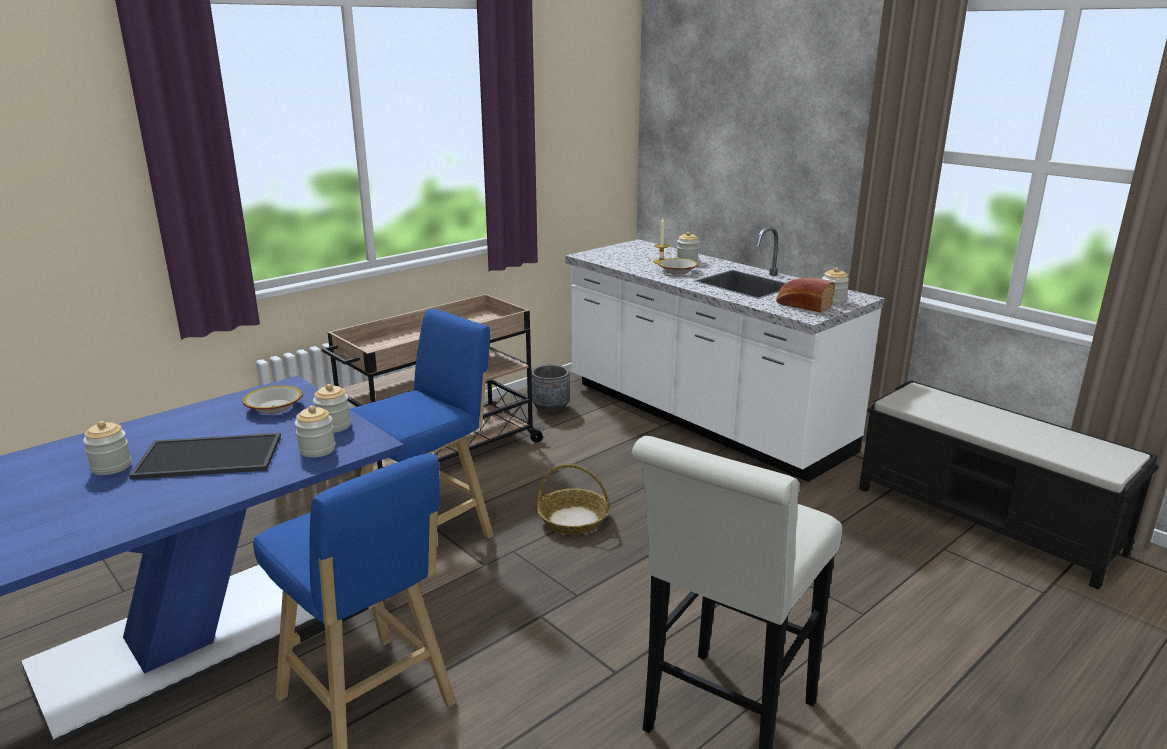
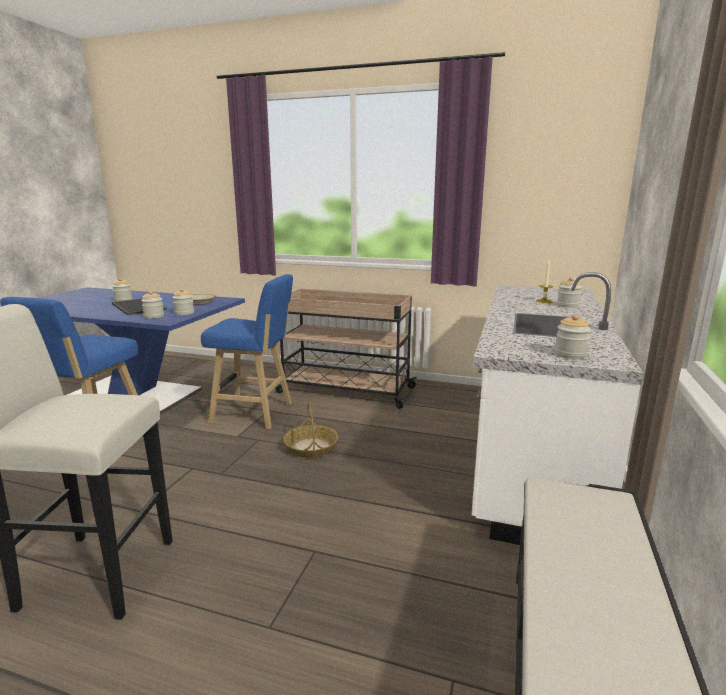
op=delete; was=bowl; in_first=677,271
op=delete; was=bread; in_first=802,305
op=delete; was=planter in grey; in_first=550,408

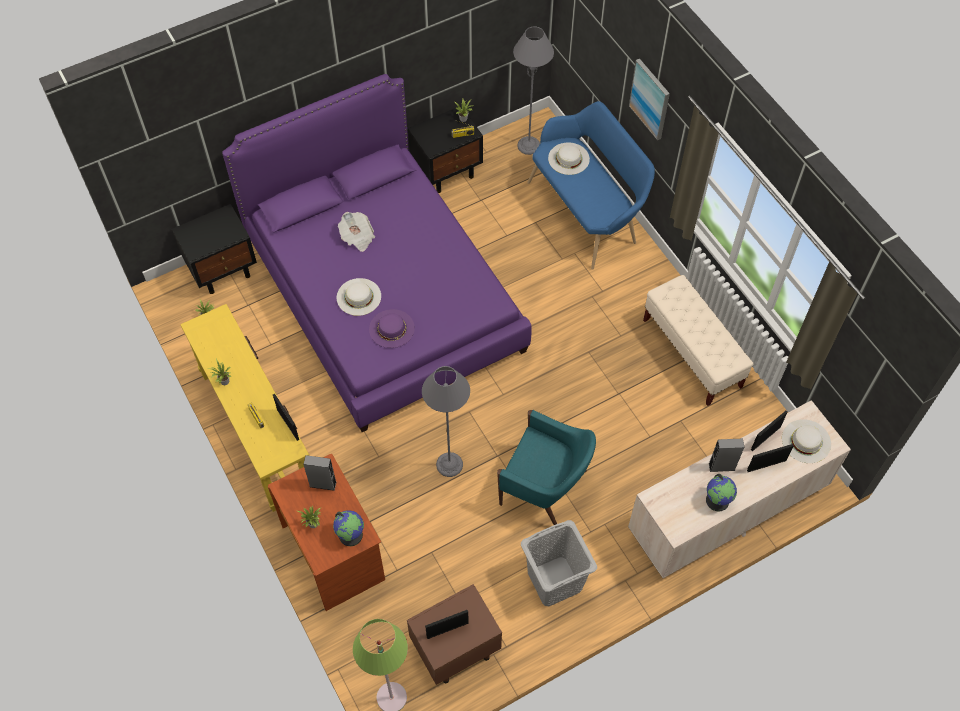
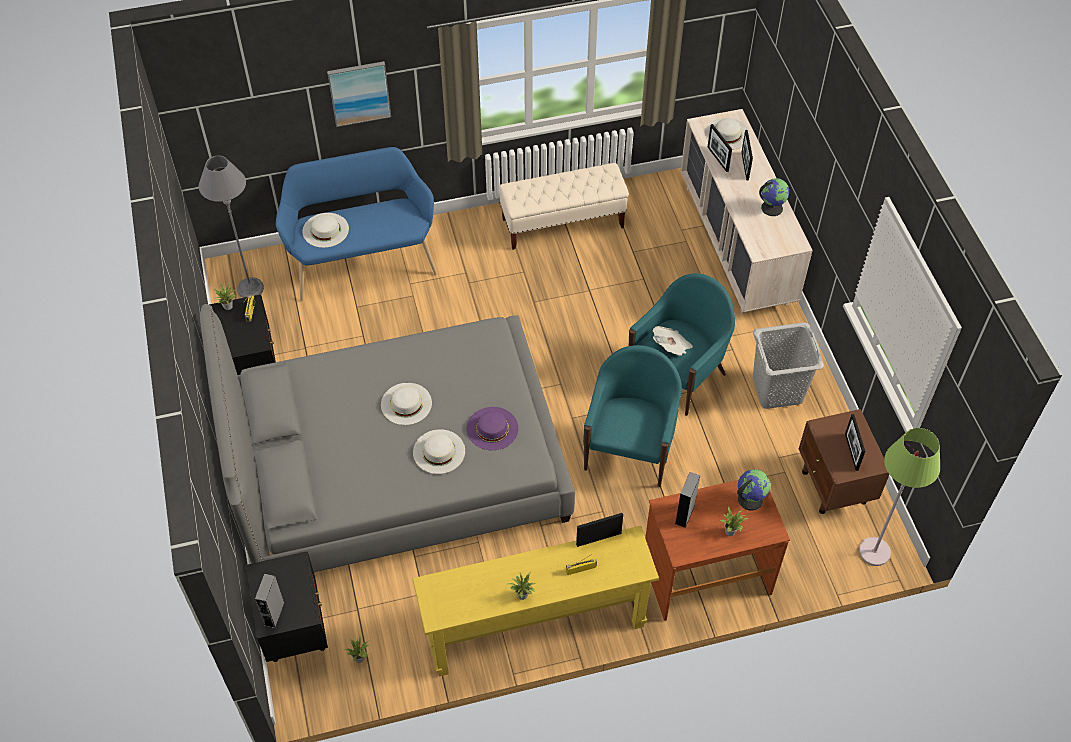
op=recolor; was=bed in purple; now=bed in grey; in_first=384,295; in_second=397,465
op=move; was=newspaper; in_first=357,237; in_second=671,347
op=replace; was=floor lamp in grey; now=armchair in turquoise; in_first=449,464; in_second=629,448
op=move; was=speaker in grey; in_first=721,466; in_second=274,614
op=insert; now=hat in white; in_second=406,403

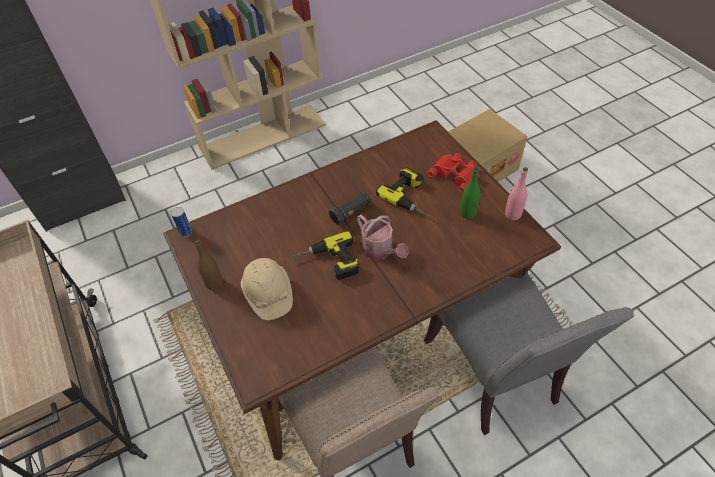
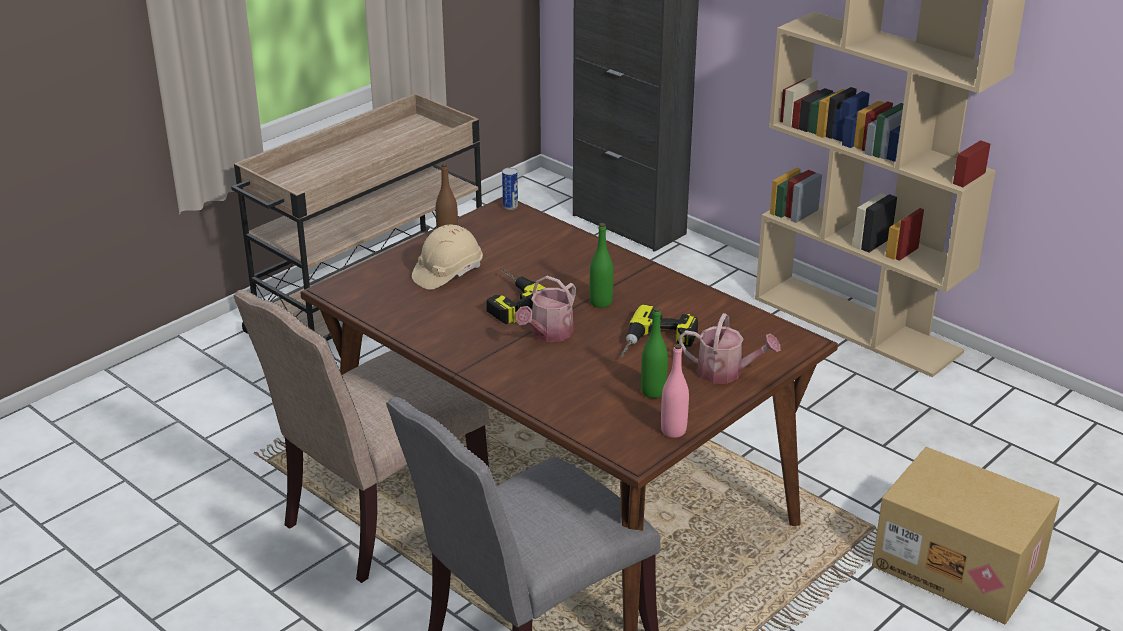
op=replace; was=binoculars in red; now=watering can; in_first=456,174; in_second=726,372
op=replace; was=flashlight in black; now=bottle in green; in_first=351,213; in_second=601,302

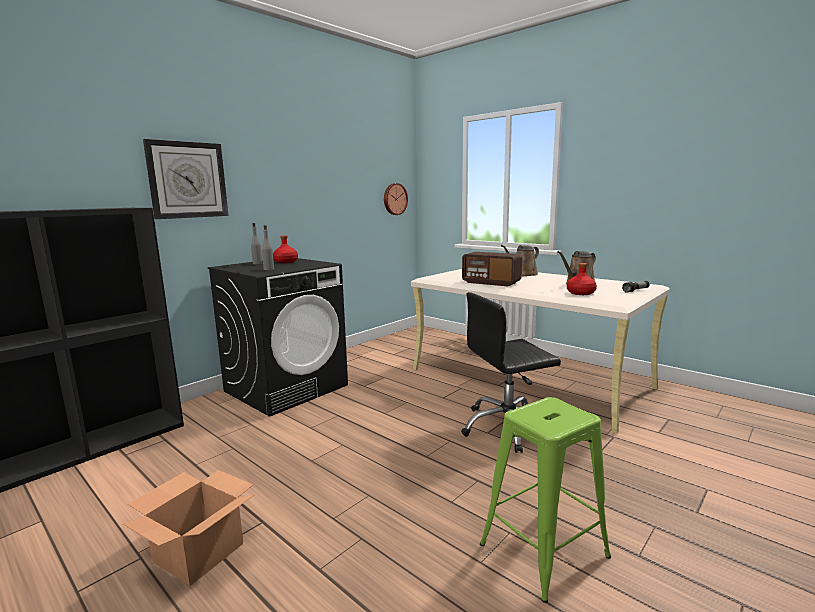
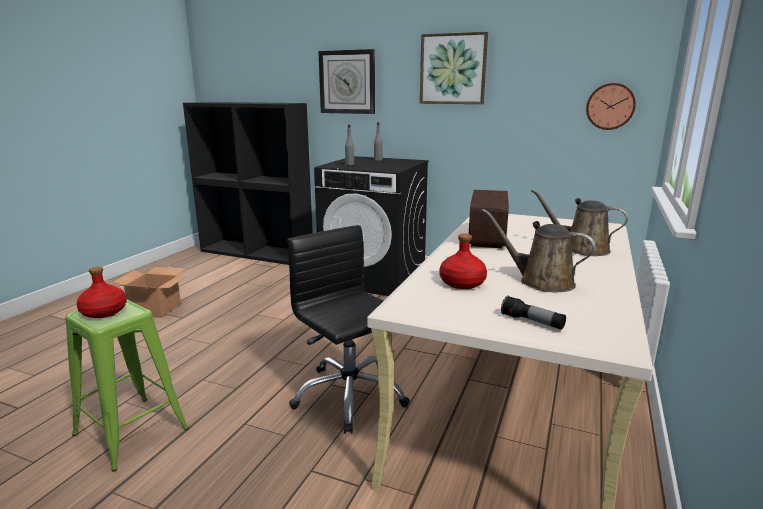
op=move; was=bottle in red; in_first=285,262; in_second=104,311
op=insert; now=picture; in_second=453,69

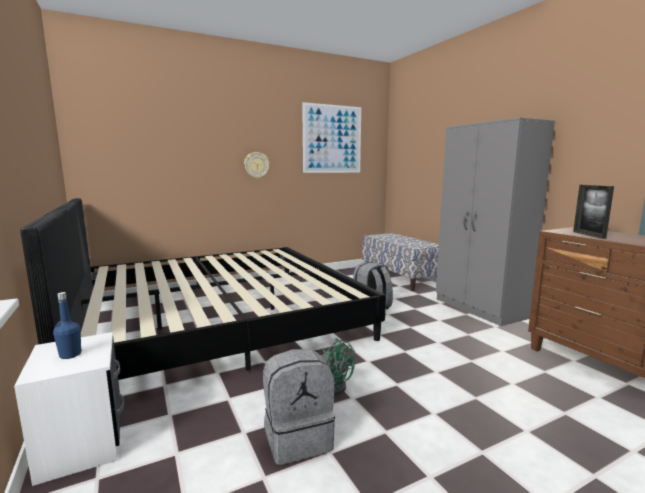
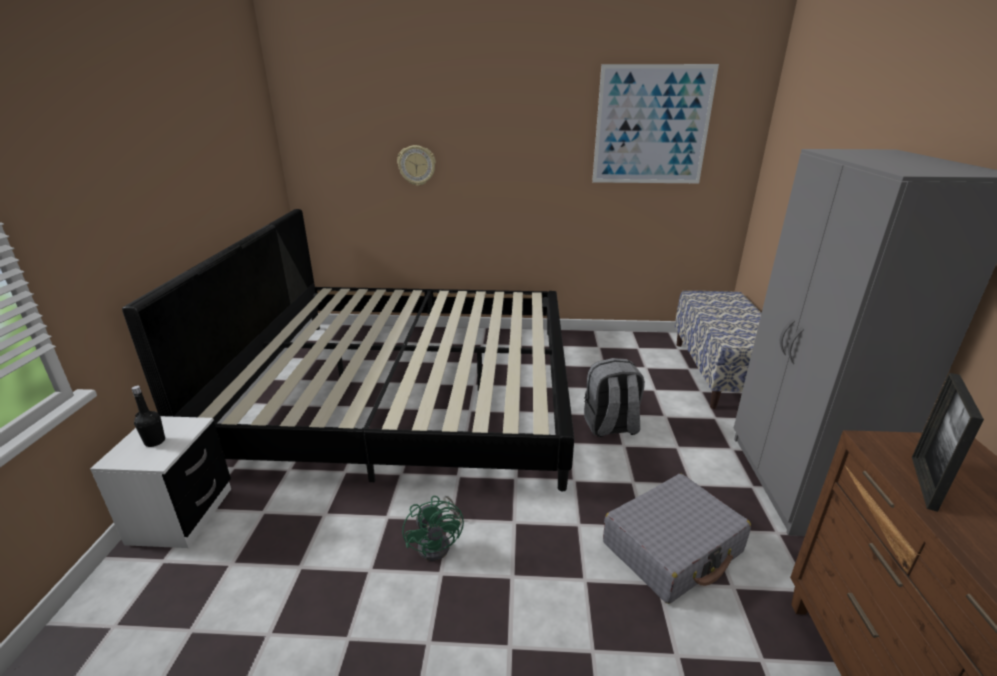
op=move; was=wall clock; in_first=256,165; in_second=417,165
op=recolor; was=bottle in blue; now=bottle in black; in_first=70,355; in_second=155,441
op=delete; was=backpack in grey; in_first=298,438
op=insert; now=suitcase in grey; in_second=672,548

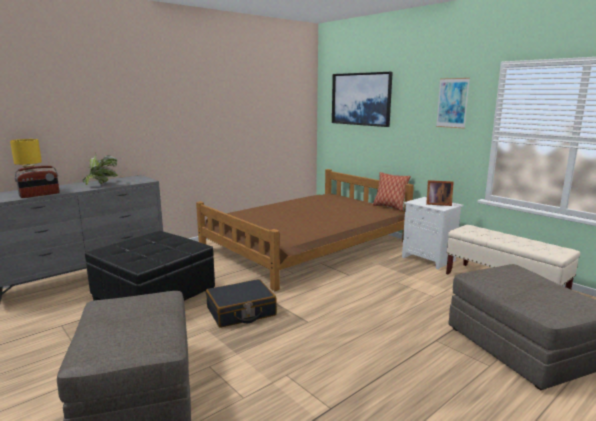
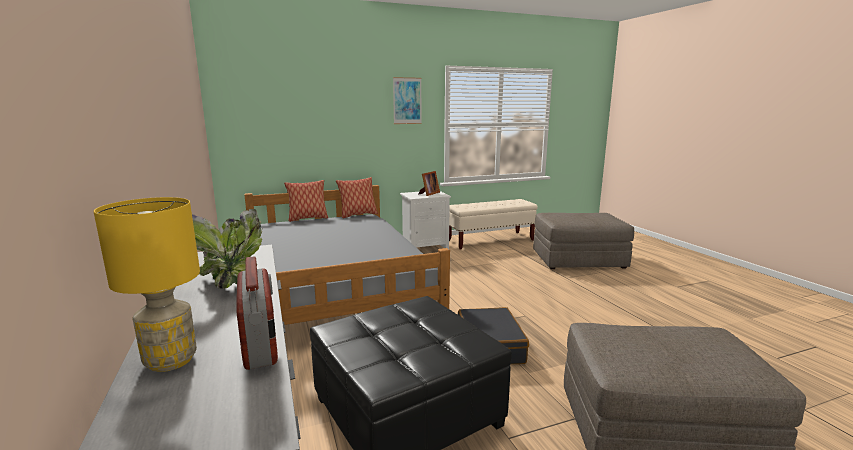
op=delete; was=picture; in_first=361,99
op=recolor; was=bed in brown; now=bed in grey; in_first=306,246; in_second=334,284
op=insert; now=pillow; in_second=307,218

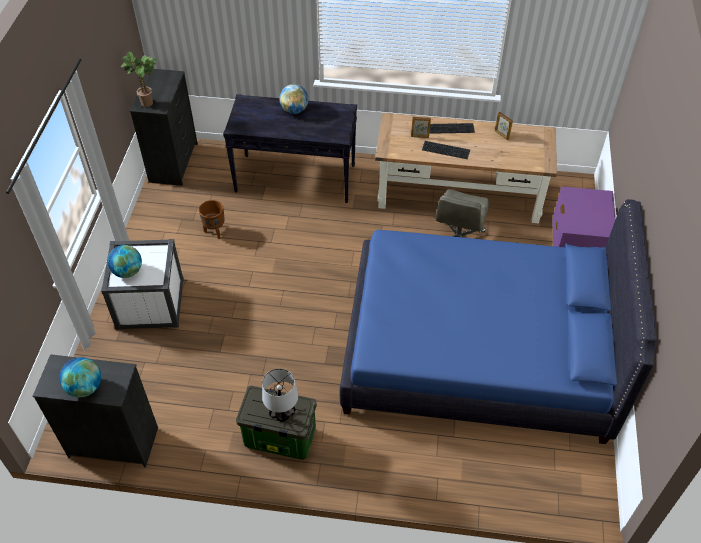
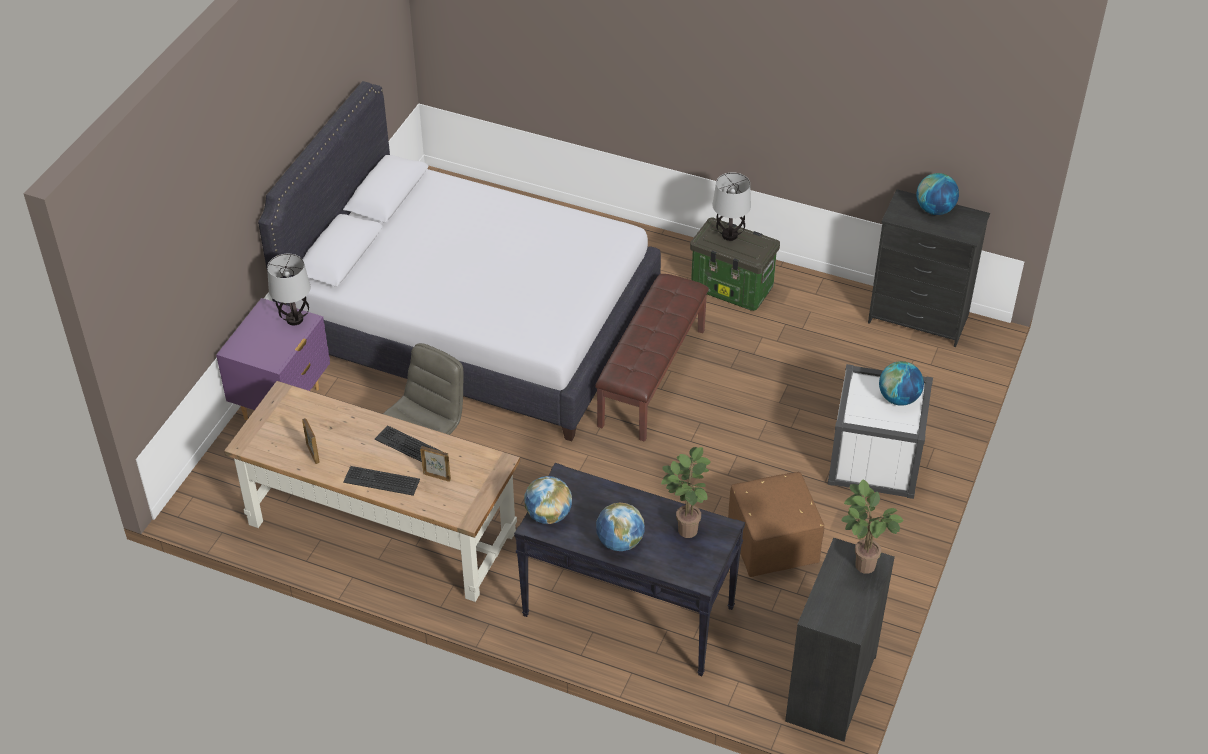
op=recolor; was=bed in blue; now=bed in white; in_first=478,351; in_second=473,325
op=replace; was=planter in brown; now=ottoman in brown; in_first=215,231; in_second=774,545
op=insert; now=table lamp; in_second=295,319
op=insert; now=bench in brown; in_second=651,377
op=insert; now=potted plant; in_second=685,528
op=insert; now=globe; in_second=548,515

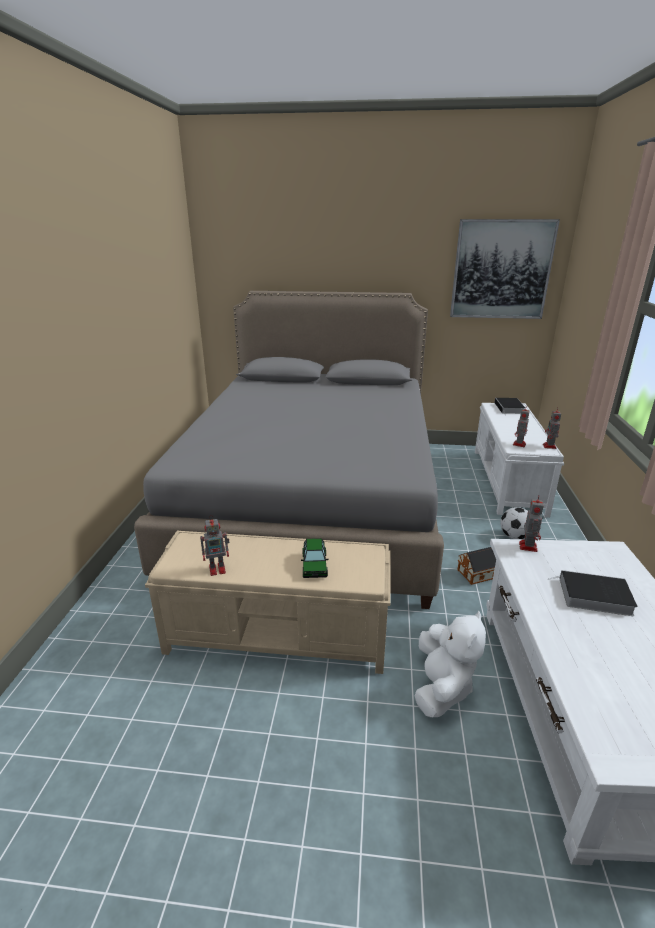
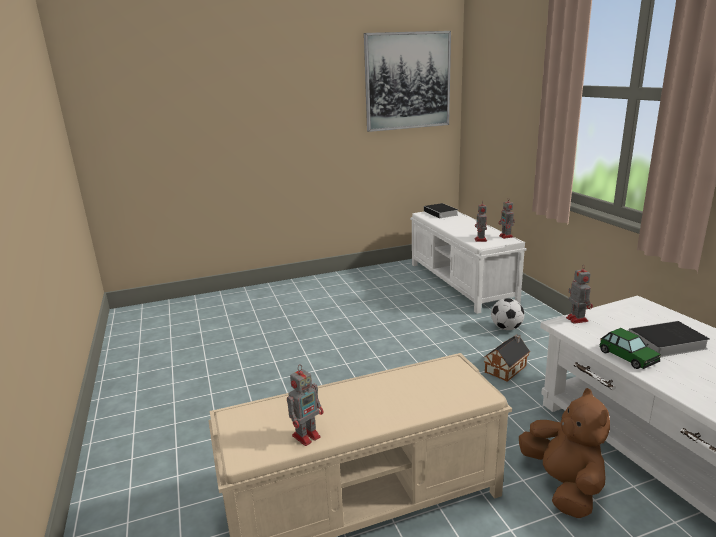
op=delete; was=bed in grey; in_first=313,500
op=move; was=toy car; in_first=314,565; in_second=628,357
op=recolor; was=plush toy in white; now=plush toy in brown; in_first=442,687; in_second=563,485

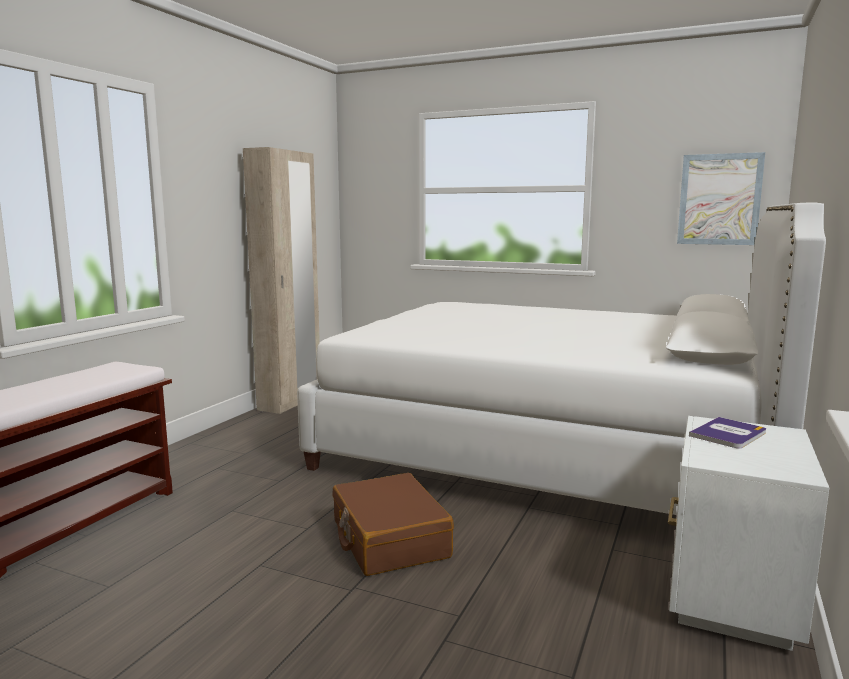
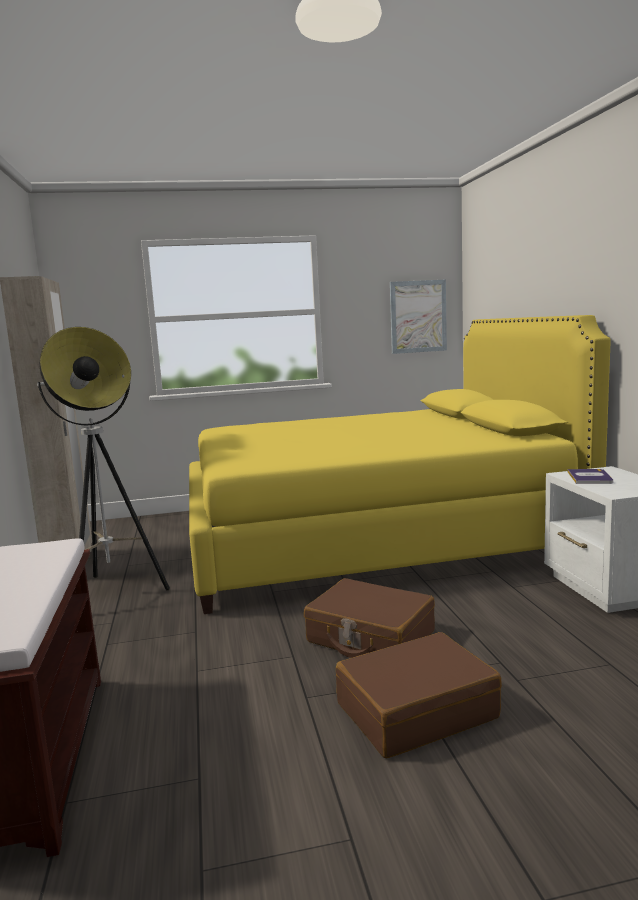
op=recolor; was=bed in white; now=bed in yellow; in_first=548,450; in_second=370,539
op=insert; now=floor lamp; in_second=112,593
op=insert; now=suitcase in brown; in_second=416,710

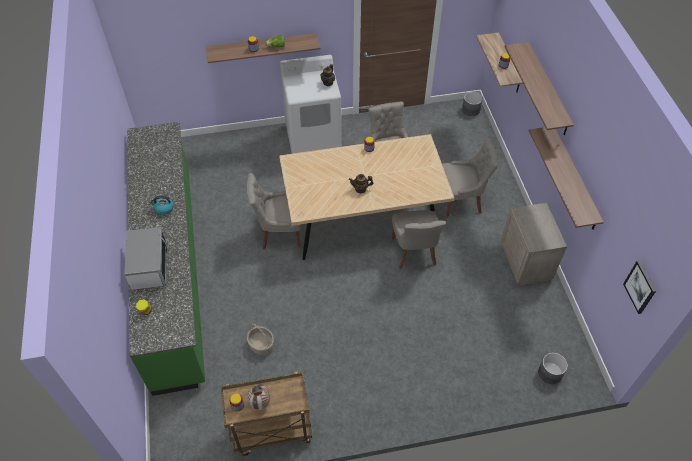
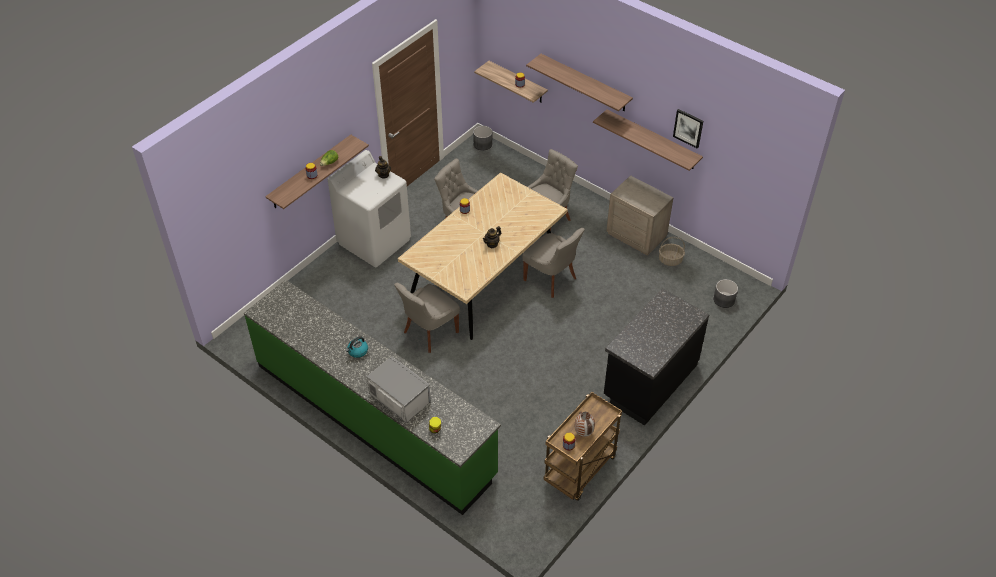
op=move; was=picture; in_first=640,287; in_second=688,128
op=move; was=basket; in_first=261,345; in_second=670,260
op=insert; now=counter in black; in_second=649,381

